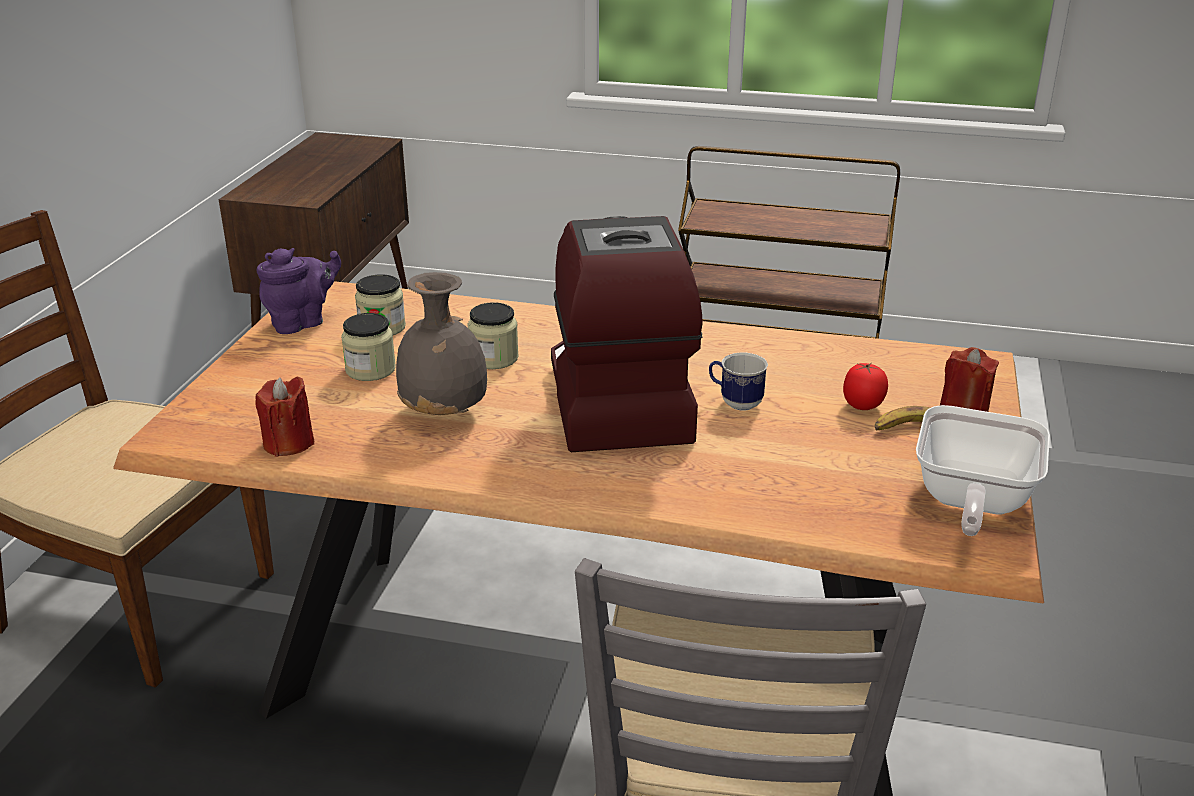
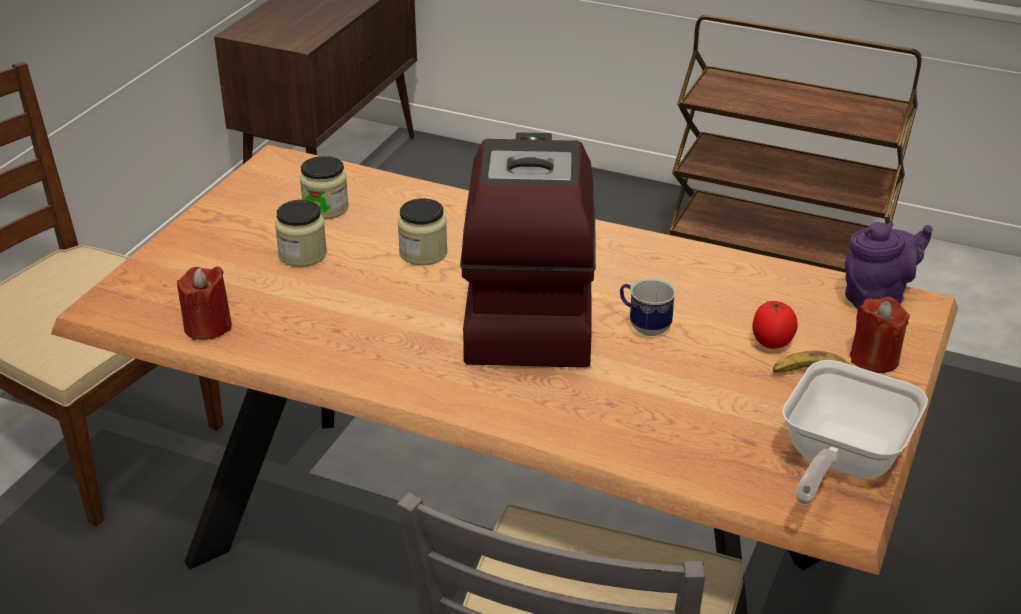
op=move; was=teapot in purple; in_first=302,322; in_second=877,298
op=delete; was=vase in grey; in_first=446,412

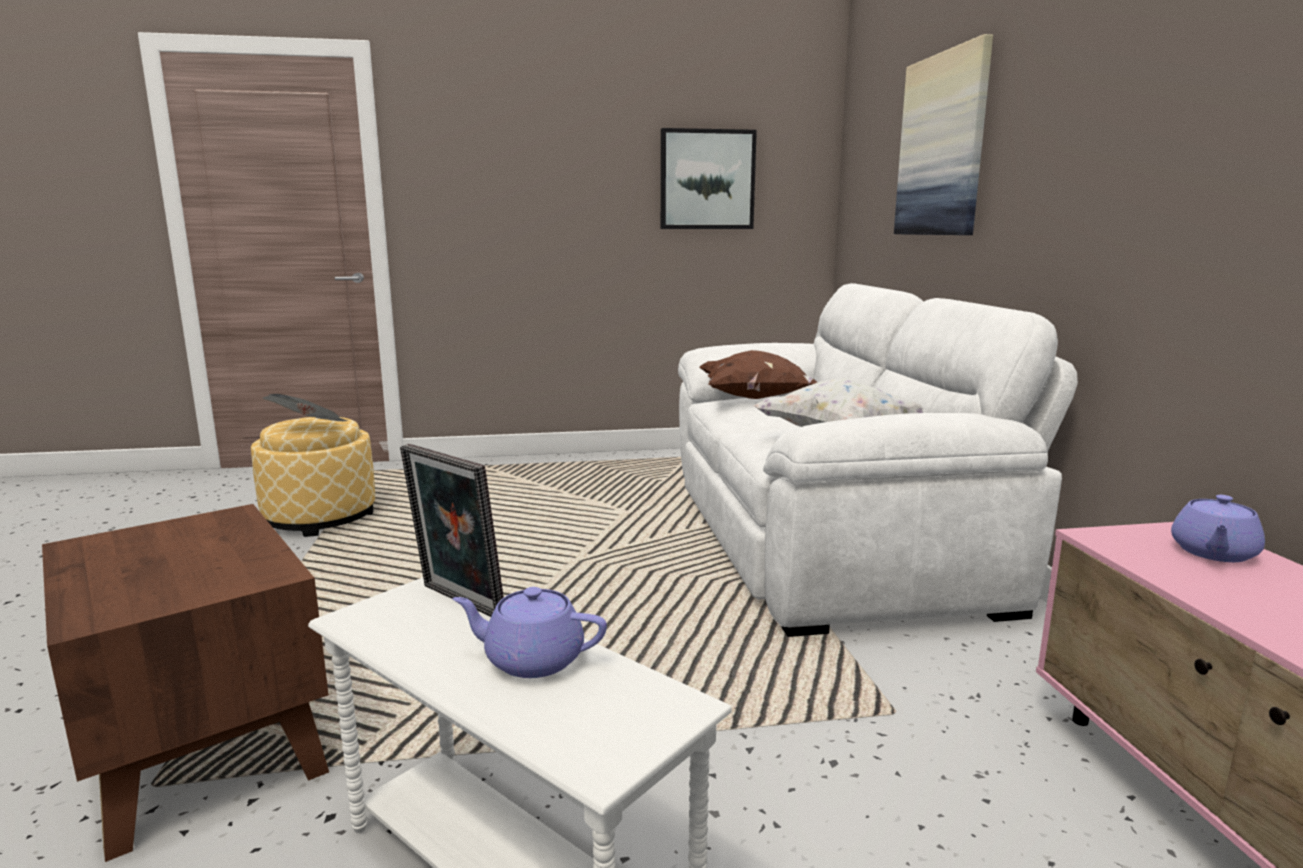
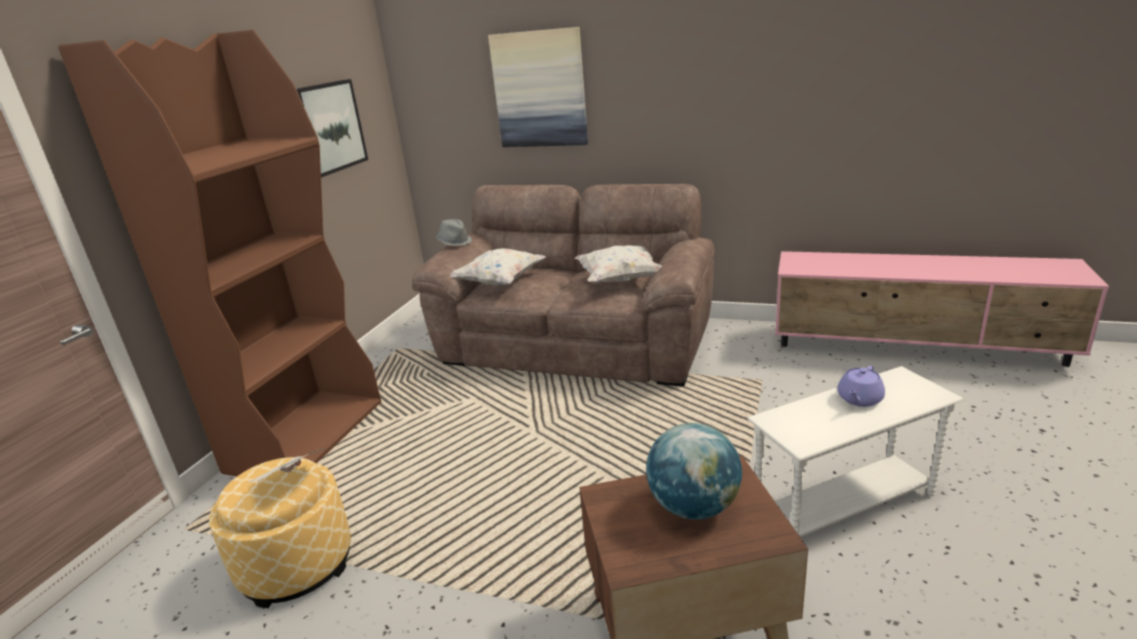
op=recolor; was=sofa in white; now=sofa in brown; in_first=826,535; in_second=576,343
op=recolor; was=pillow in brown; now=pillow in white; in_first=754,398; in_second=500,282
op=delete; was=picture frame; in_first=457,603
op=delete; was=teapot in purple; in_first=1213,553
op=insert; now=bookcase in brown; in_second=307,435
op=insert; now=hat in grey; in_second=454,242
op=insert; now=globe; in_second=694,507

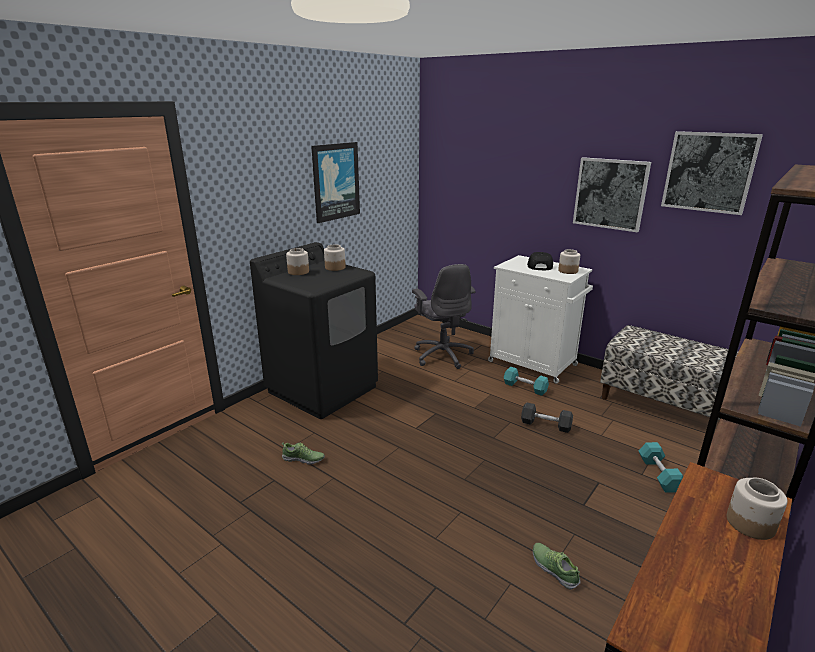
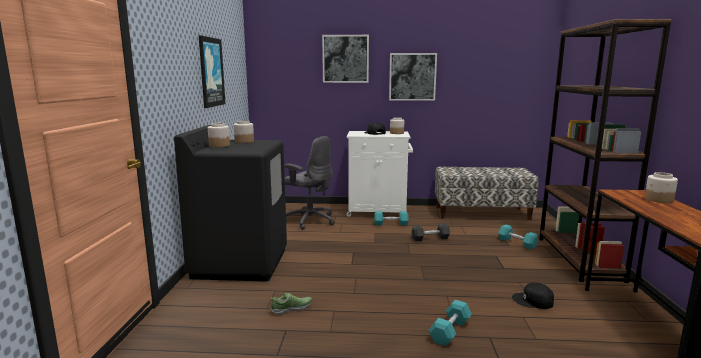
op=move; was=picture; in_first=709,172; in_second=345,59
op=replace; was=shoe; now=cap in black; in_first=554,569; in_second=533,301
op=insert; now=dumbbell in turquoise; in_second=450,331

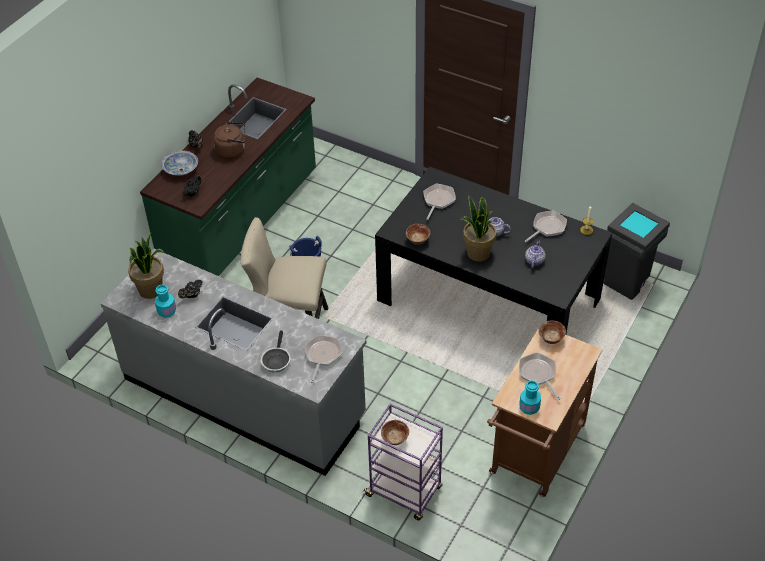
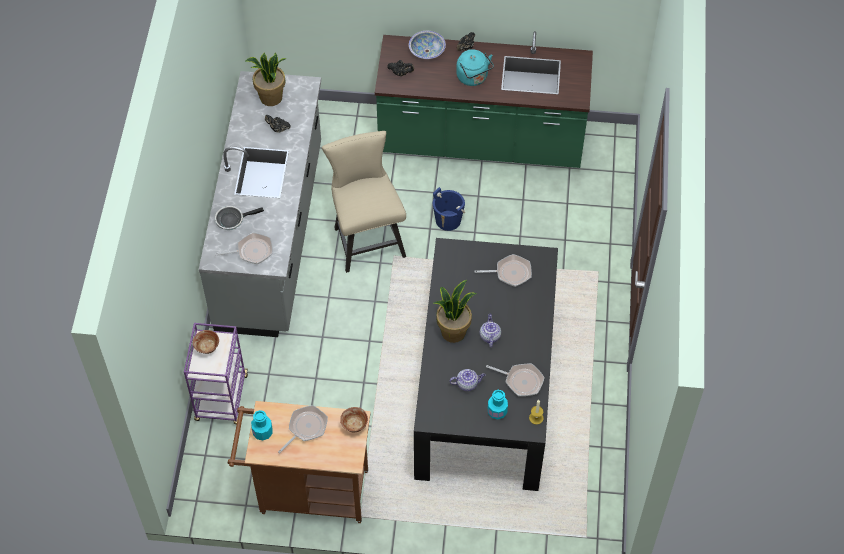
op=recolor; was=kettle in brown; now=kettle in turquoise; in_first=232,151; in_second=473,78
op=delete; was=trash can in grey; in_first=627,282
op=delete; was=bowl; in_first=418,241
op=move; was=bottle in turquoise; in_first=167,311; in_second=497,411

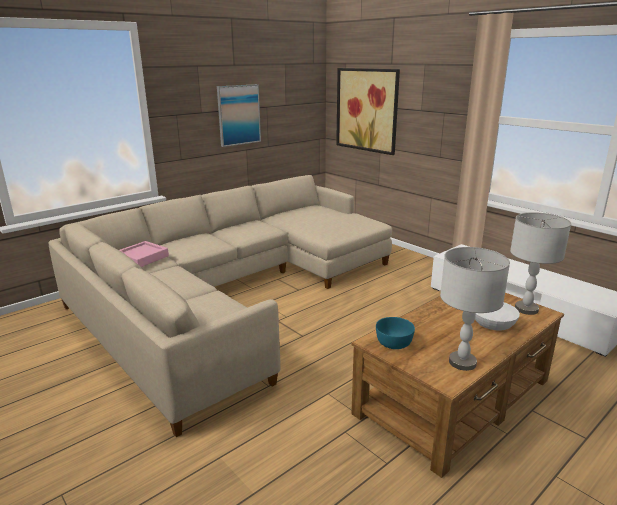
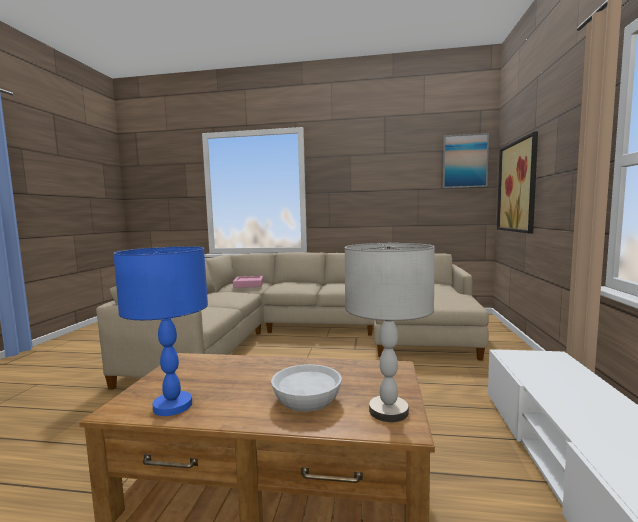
op=move; was=picture; in_first=238,115; in_second=464,161
op=recolor; was=table lamp in grey; now=table lamp in blue; in_first=463,362; in_second=172,406
op=delete; was=bowl in turquoise; in_first=393,343

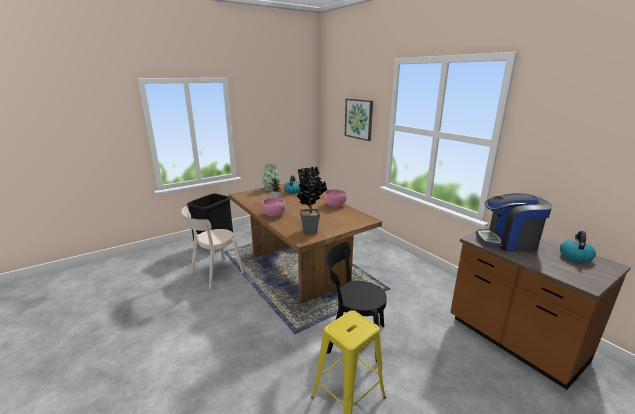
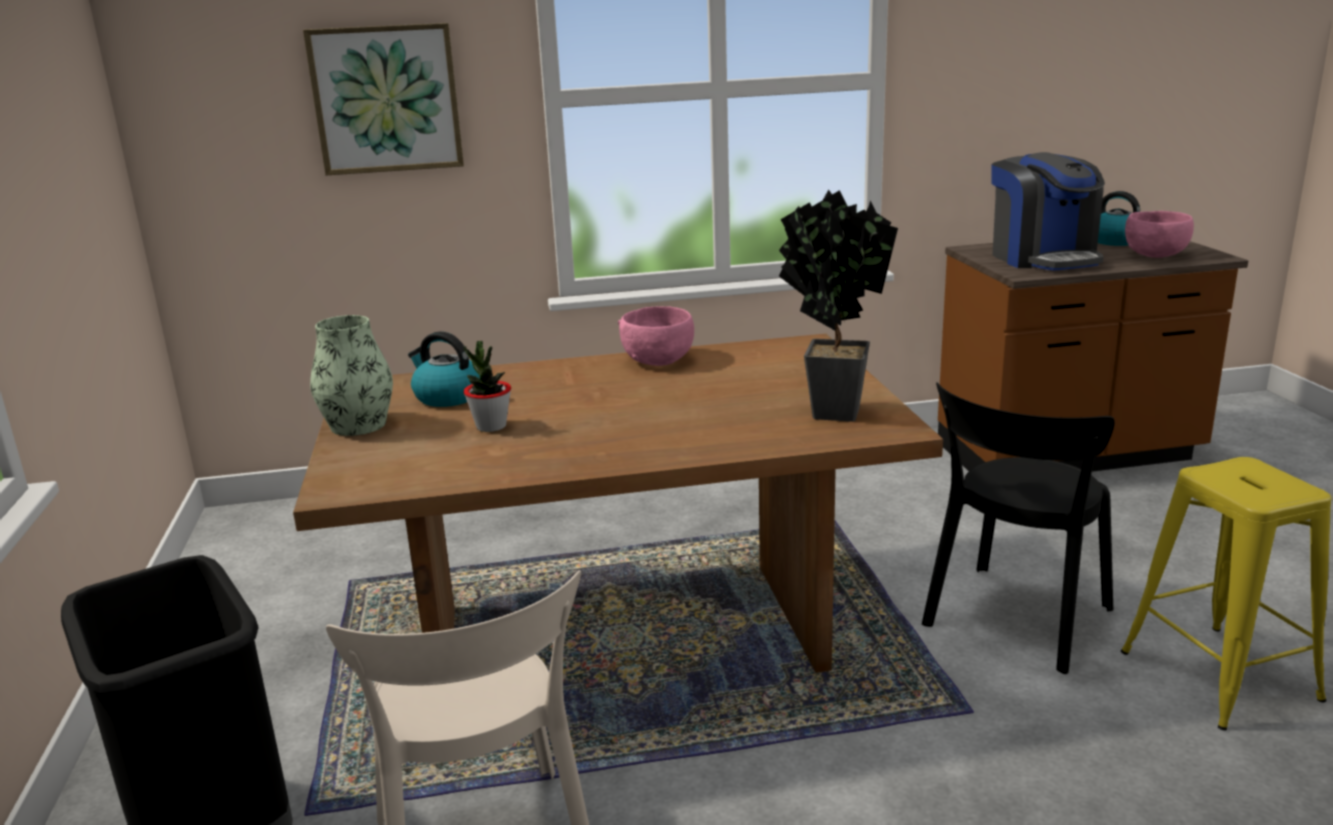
op=rotate; was=coffee machine; in_first=508,241; in_second=1043,258; clockwise=-45
op=move; was=bowl in pink; in_first=274,214; in_second=1156,254

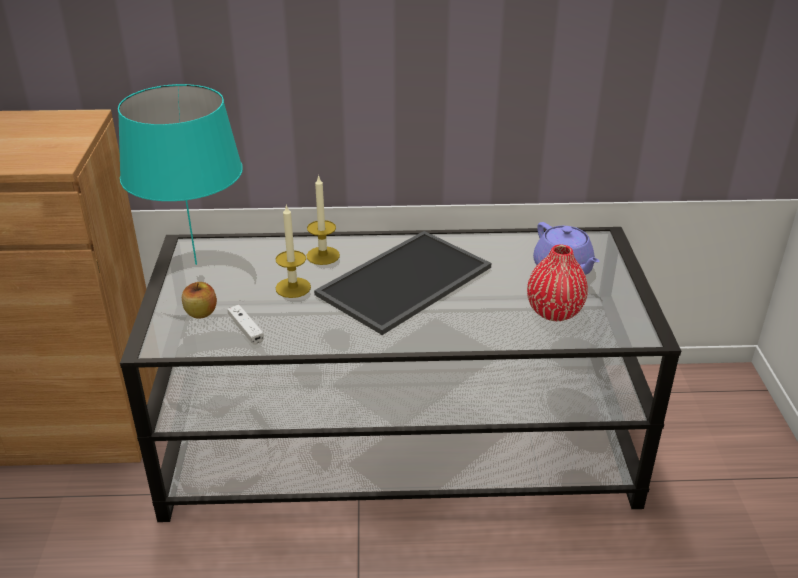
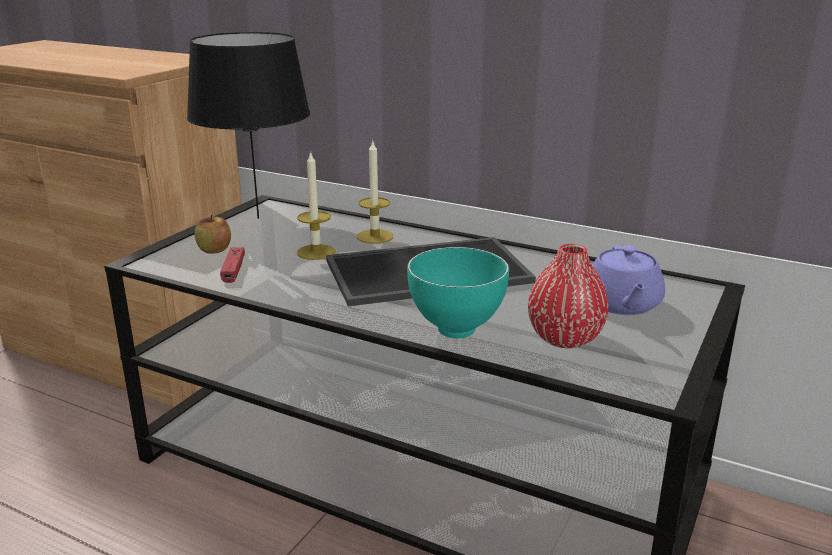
op=recolor; was=table lamp in turquoise; now=table lamp in black; in_first=196,264; in_second=259,218
op=recolor; was=game controller in white; now=game controller in red; in_first=246,329; in_second=233,270
op=insert; now=bowl in turquoise; in_second=458,332

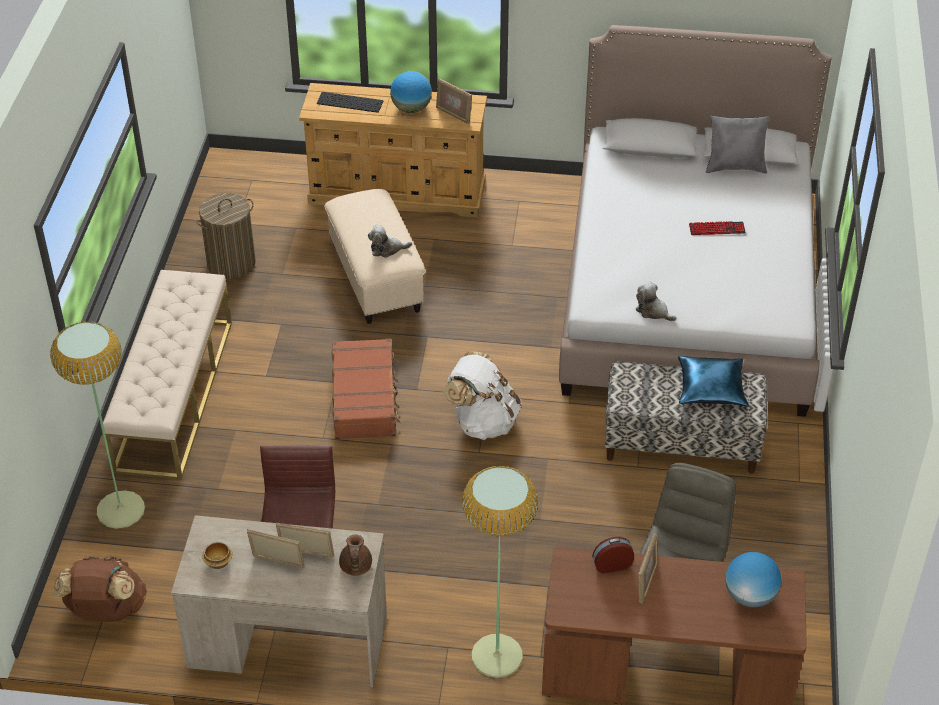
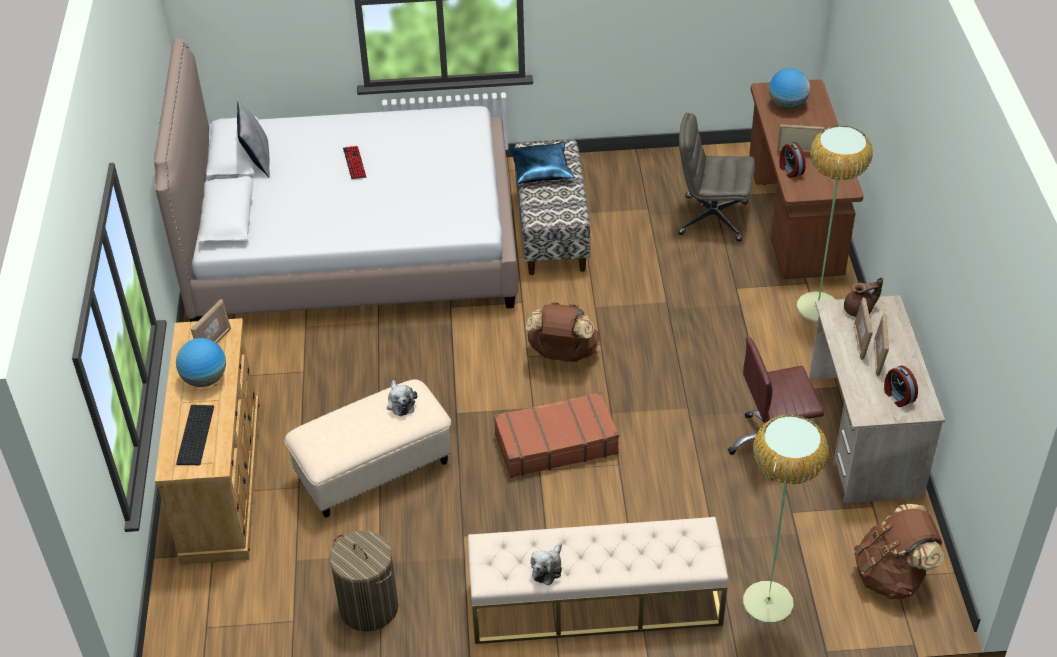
op=move; was=plush toy; in_first=653,311; in_second=547,568
op=recolor; was=backpack in white; now=backpack in brown; in_first=483,421; in_second=562,354
op=replace; was=bowl; now=alarm clock; in_first=218,562; in_second=898,396

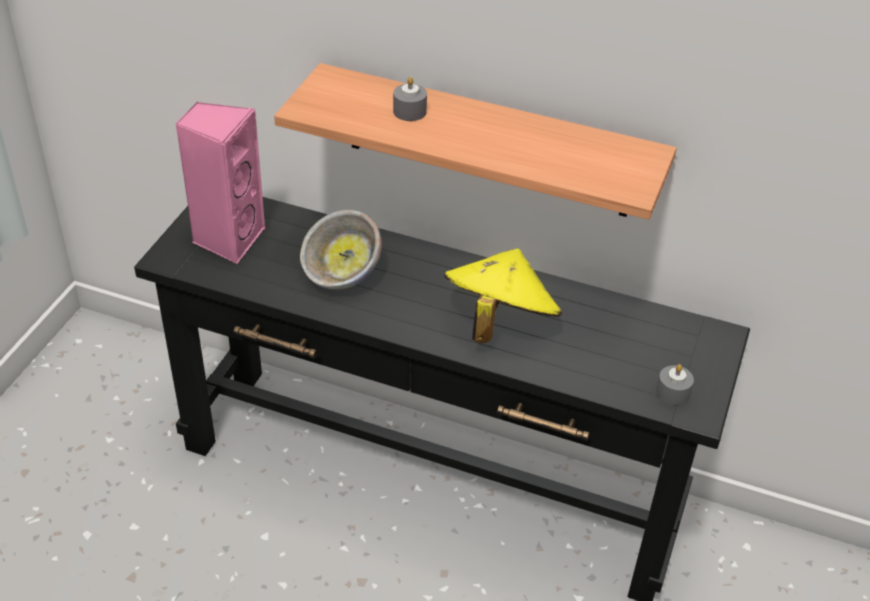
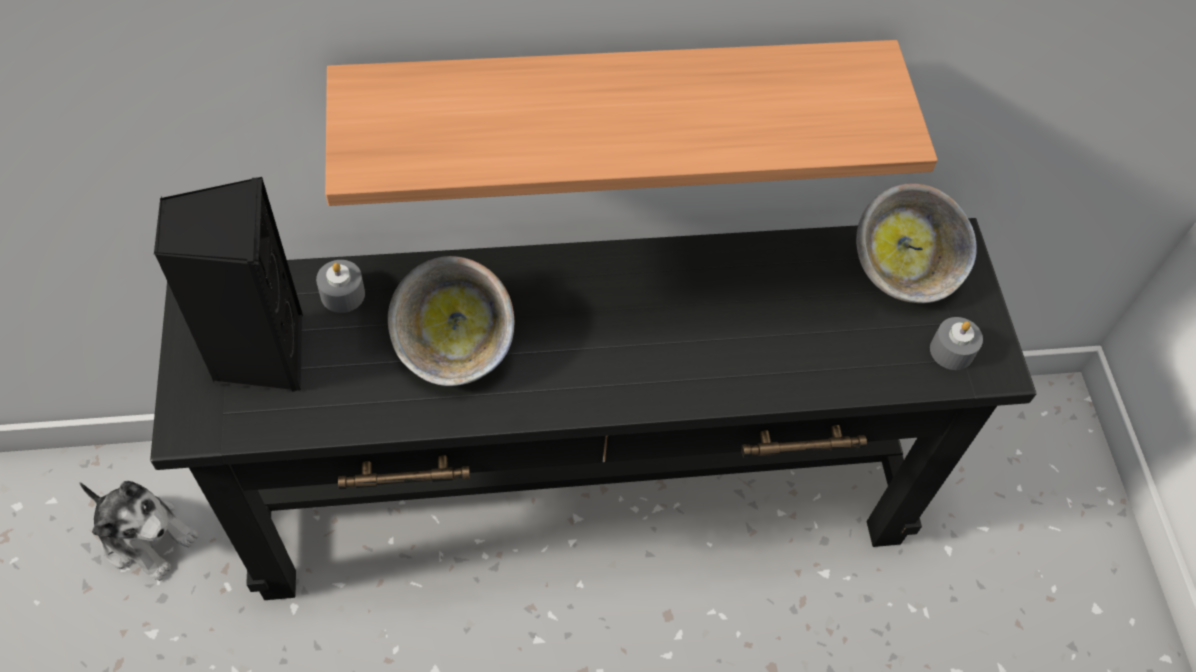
op=move; was=candle in grey; in_first=409,111; in_second=342,294
op=recolor; was=speaker in pink; now=speaker in black; in_first=228,238; in_second=260,354
op=delete; was=hat in yellow; in_first=499,322
op=insert; now=bowl; in_second=904,270
op=insert; now=plush toy; in_second=146,535

